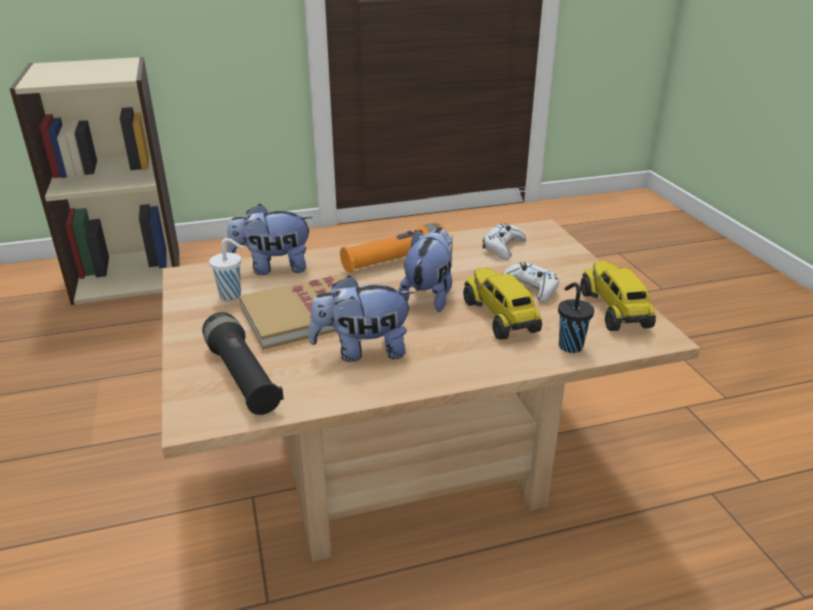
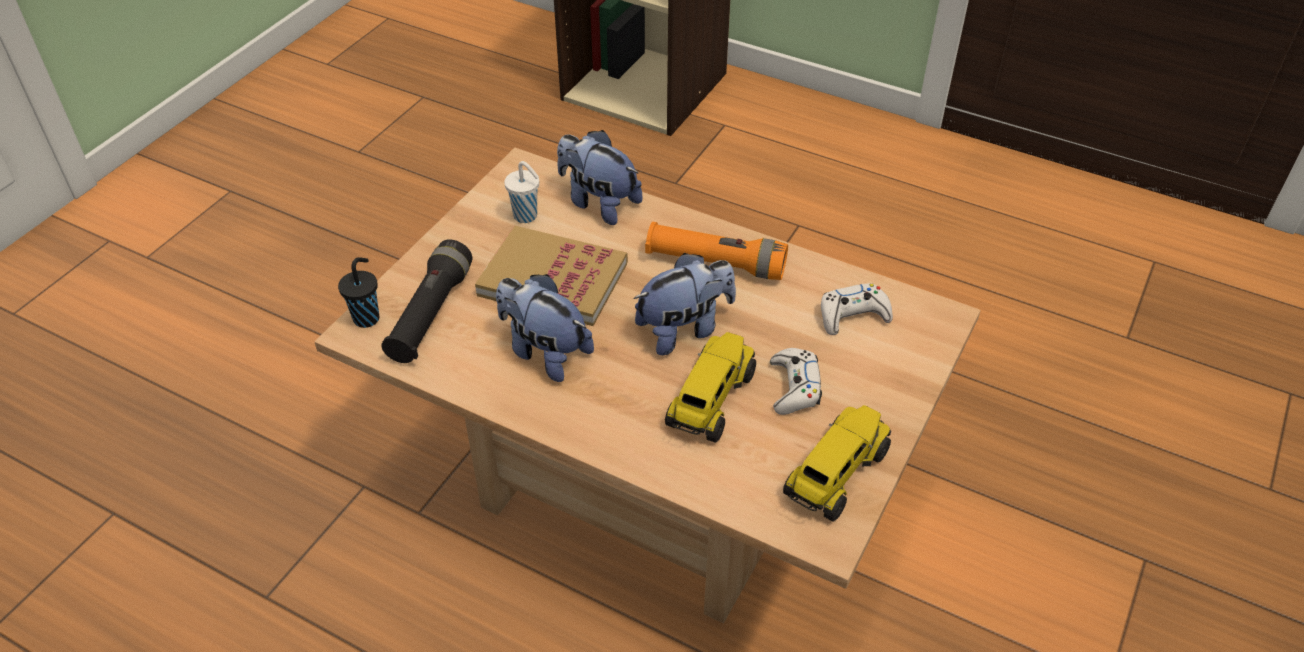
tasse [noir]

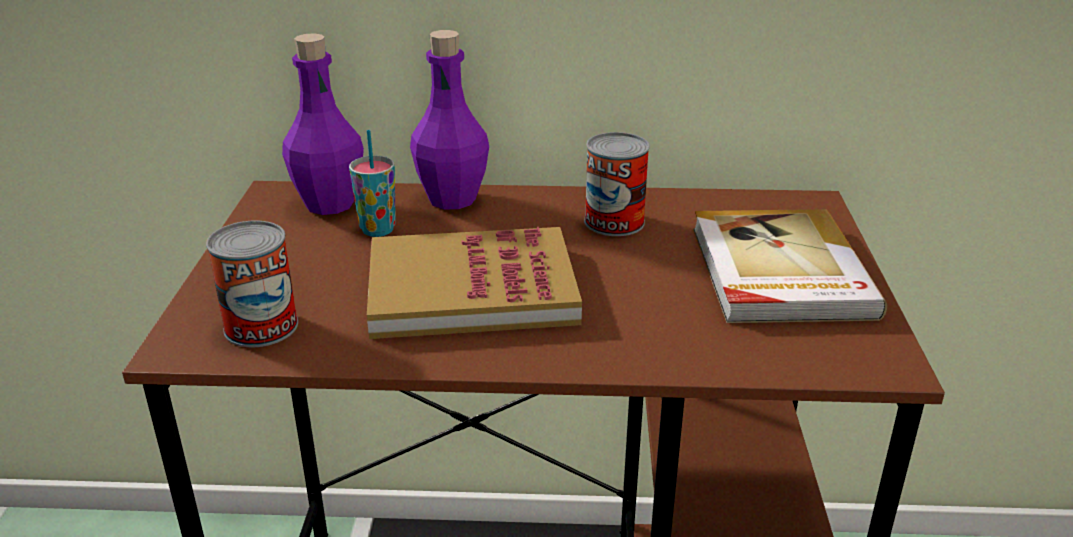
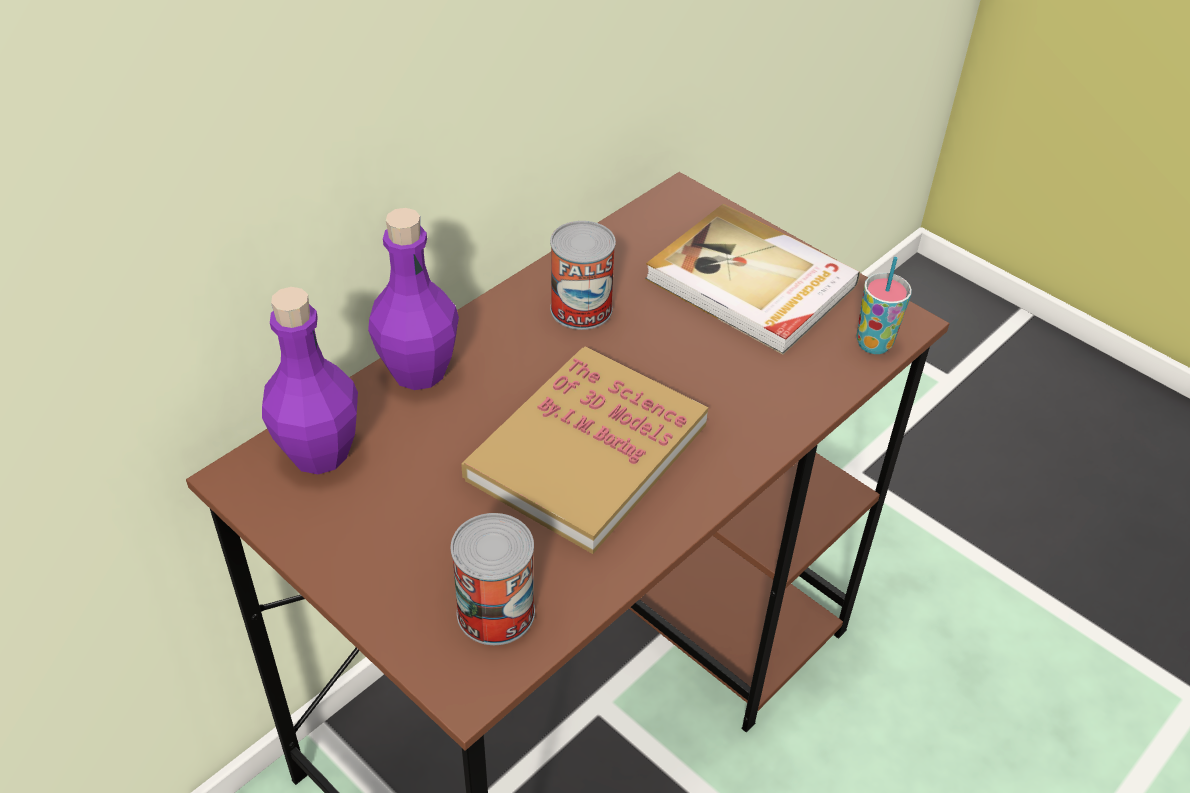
tasse

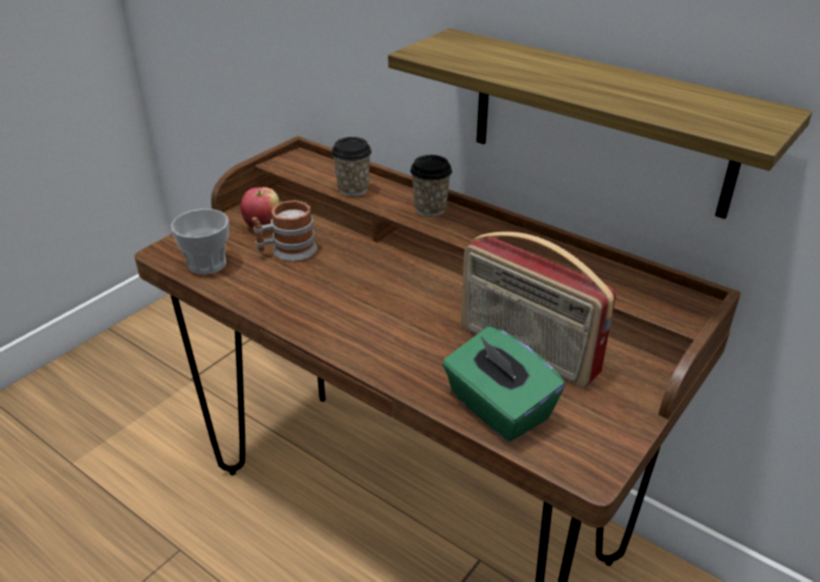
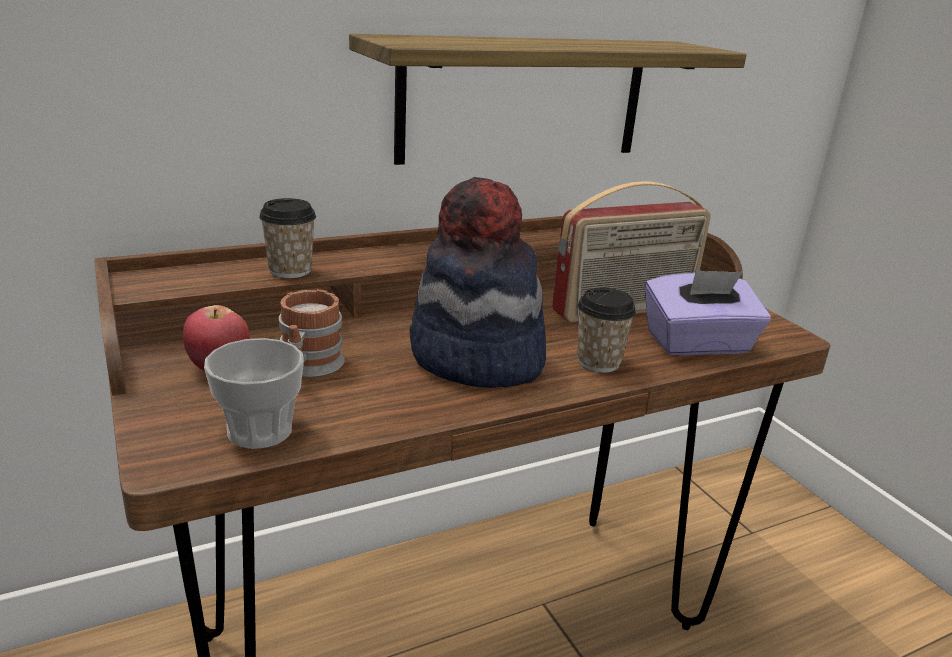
tasse (no. 3 from left); boîte à mouchoirs [violet]; chapeau

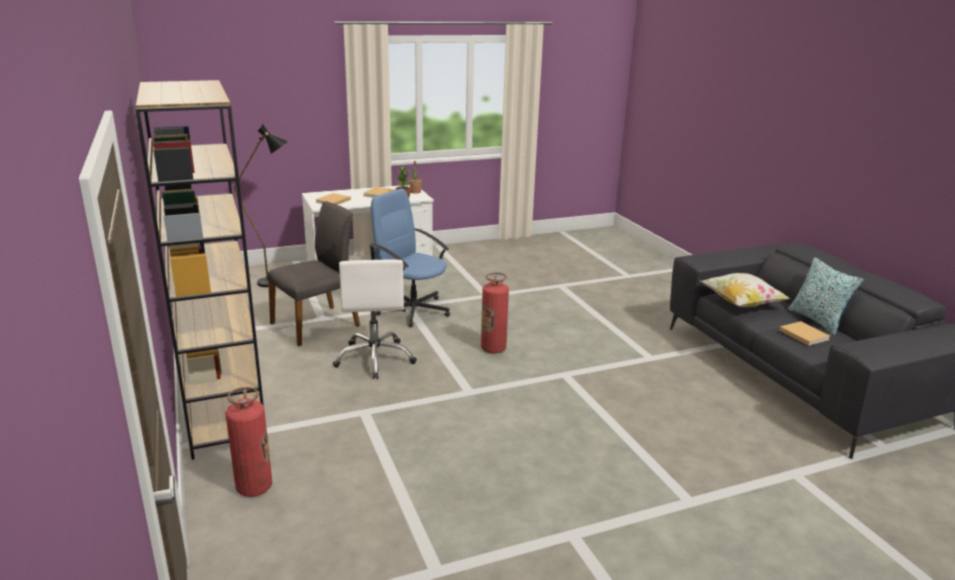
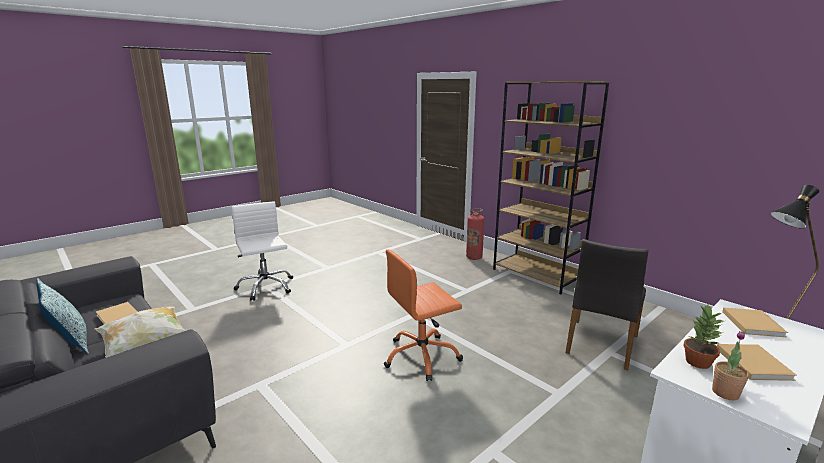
chaise de bureau [blanc]; chaise de bureau [bleu]; chaise de bureau [orange]

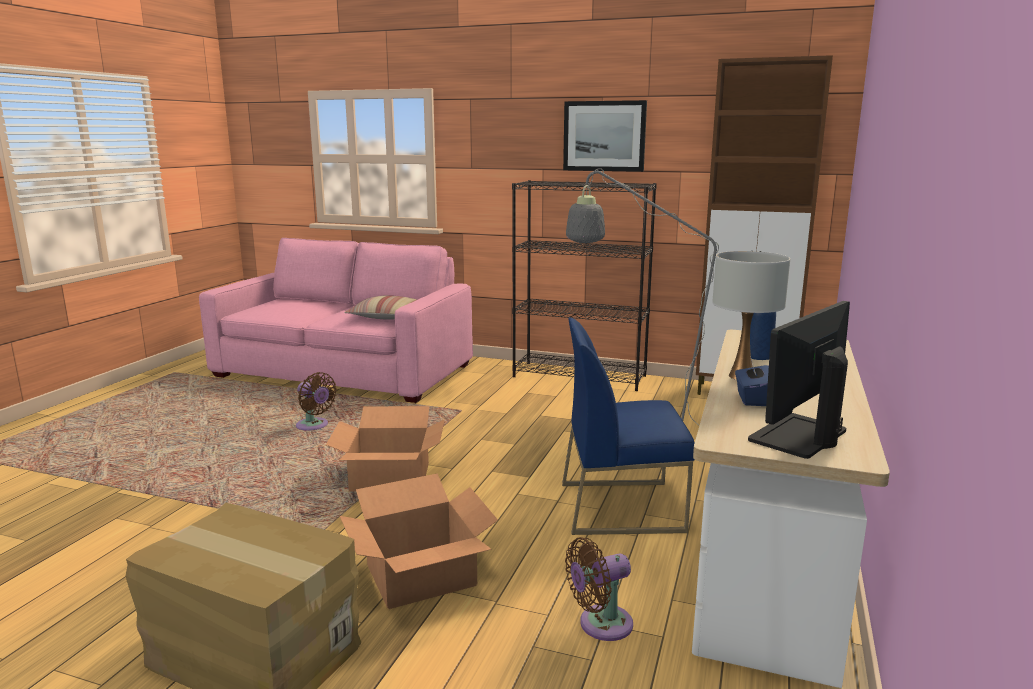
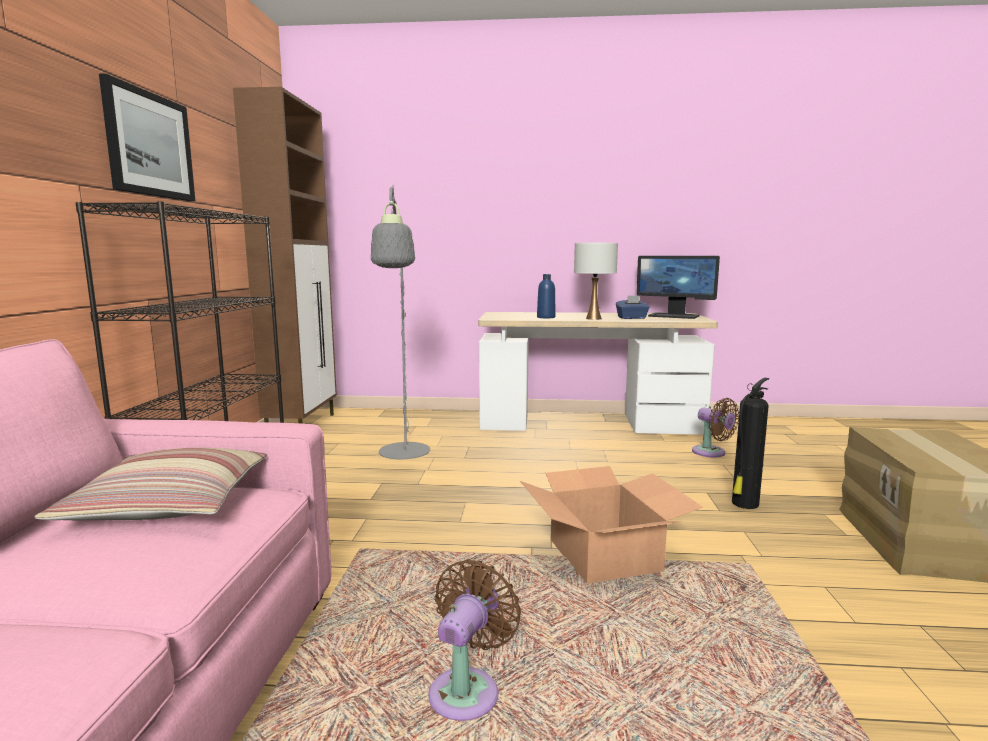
extincteur; chaise [bleu]

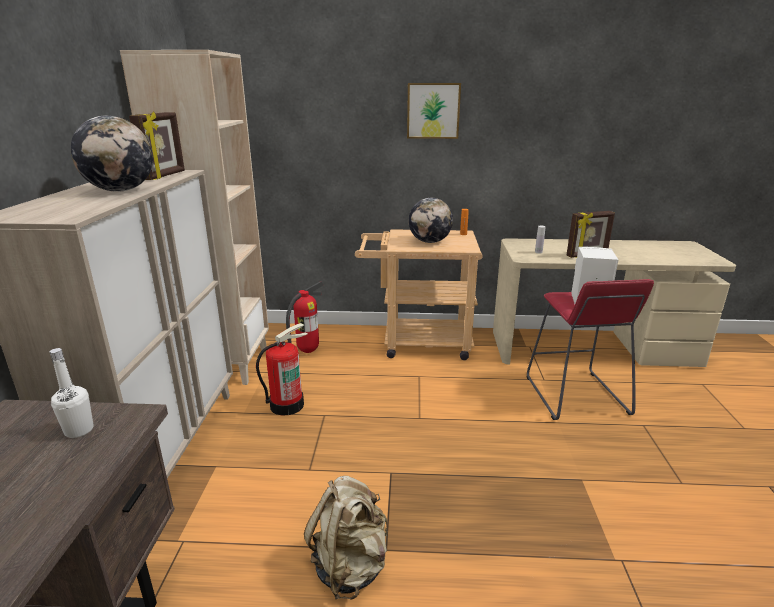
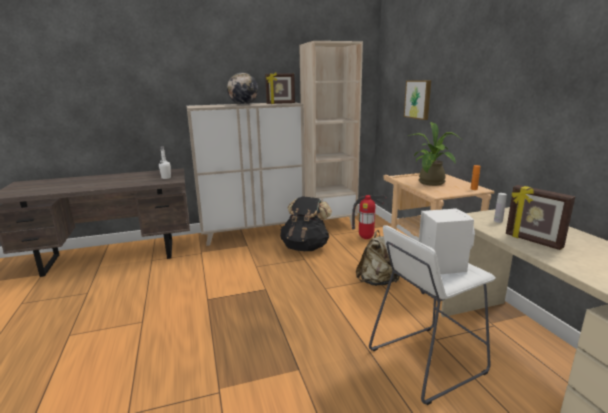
sac à dos [noir]; sac à dos [beige]; tableau; plante en pot; tabouret [blanc]

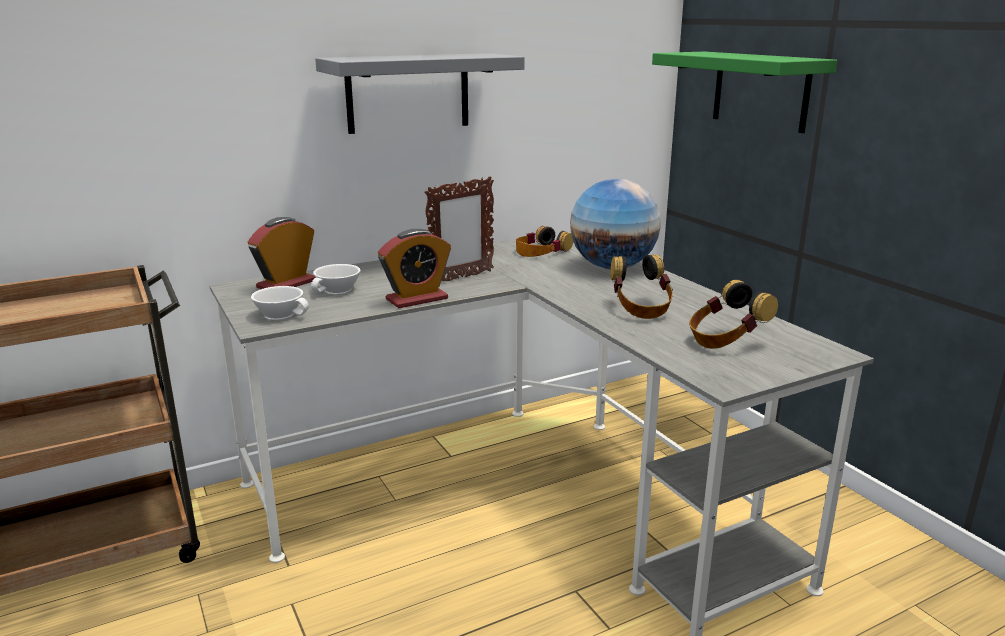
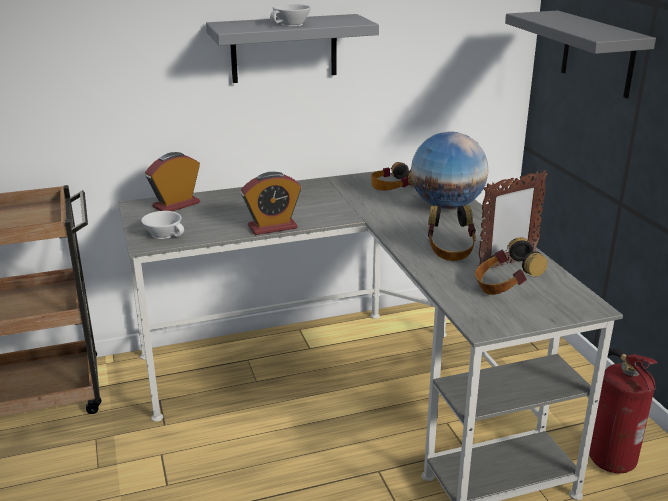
tasse [blanc] (no. 2 from left); cadre photo; étagère [gris] (no. 2 from left); extincteur

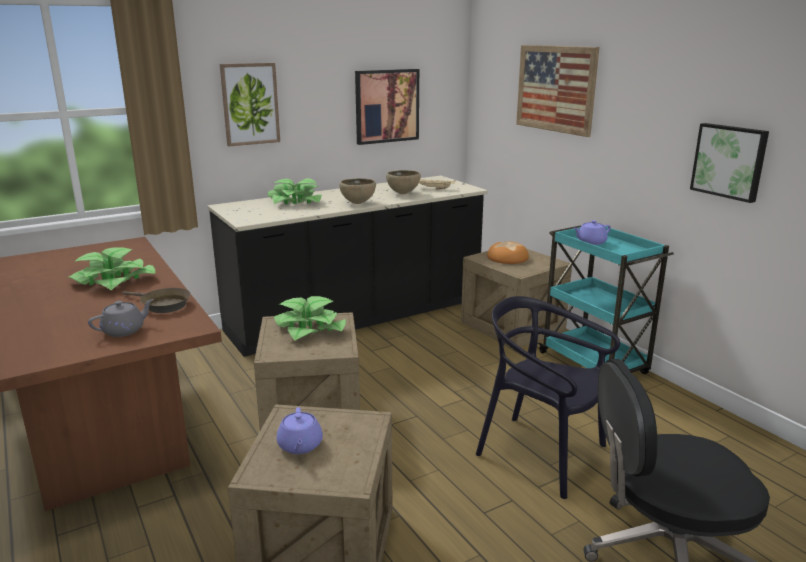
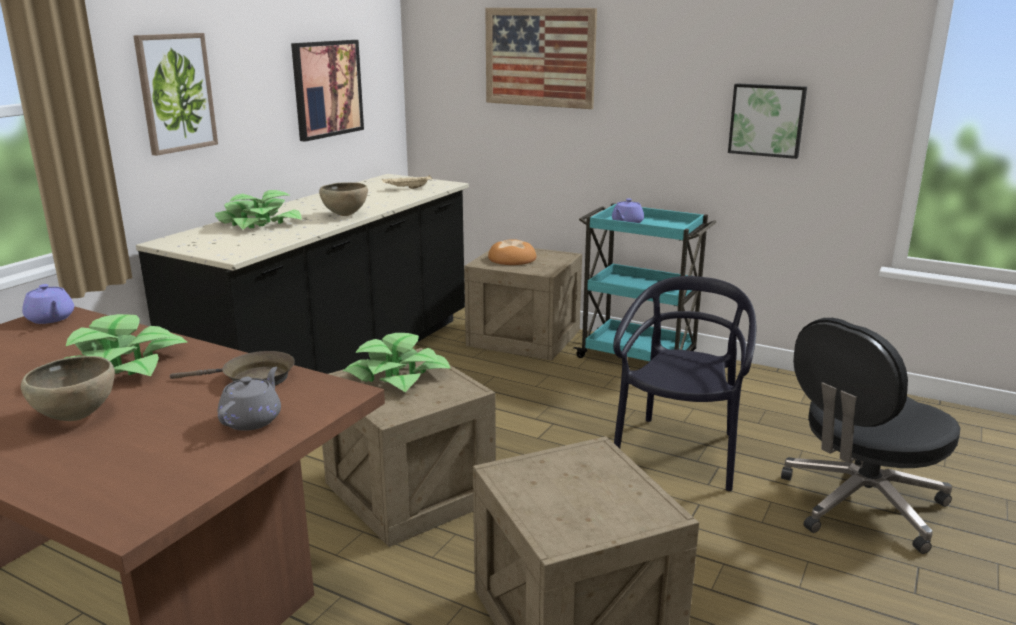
théière [violet] (no. 1 from left); bol [marron] (no. 1 from left); chaise [noir]

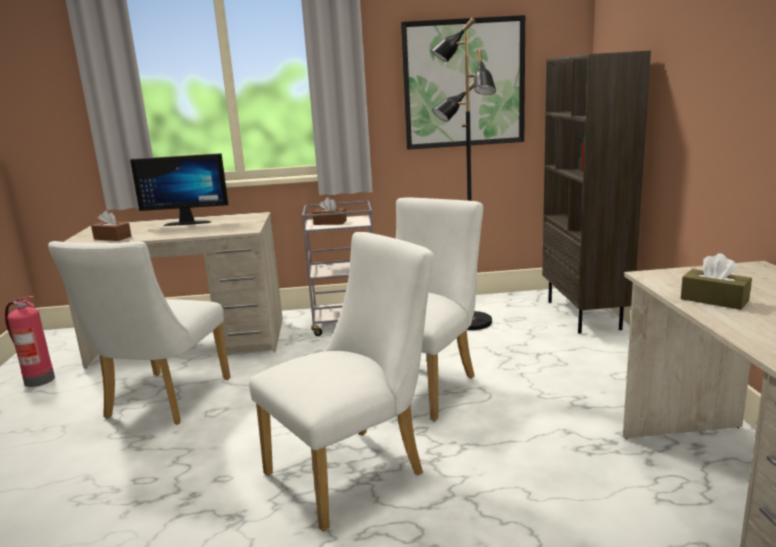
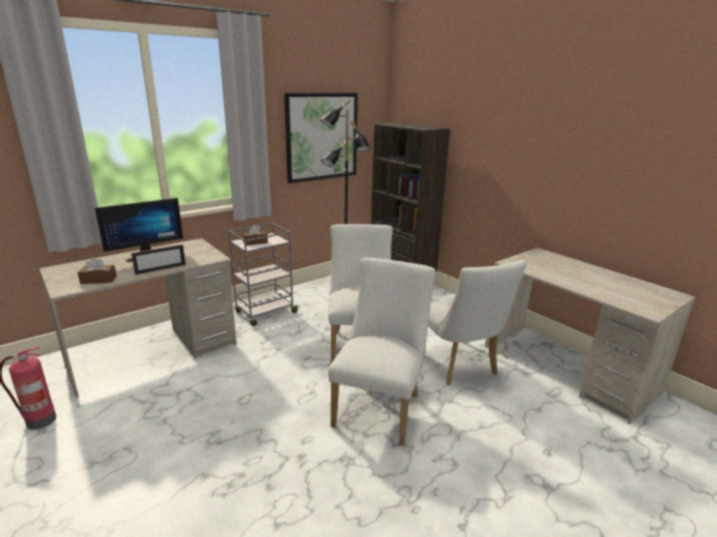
chaise [blanc] (no. 3 from left); boîte à mouchoirs [marron] (no. 3 from left in the first image); cadre photo

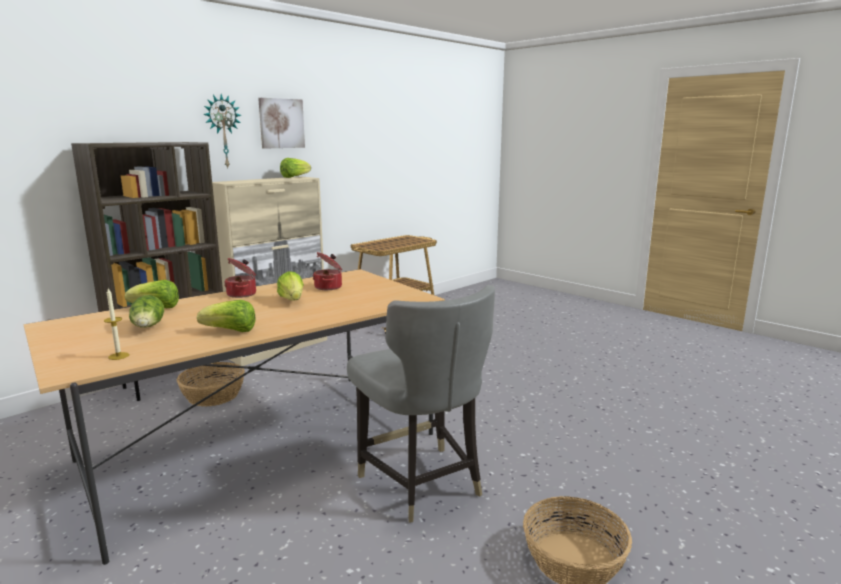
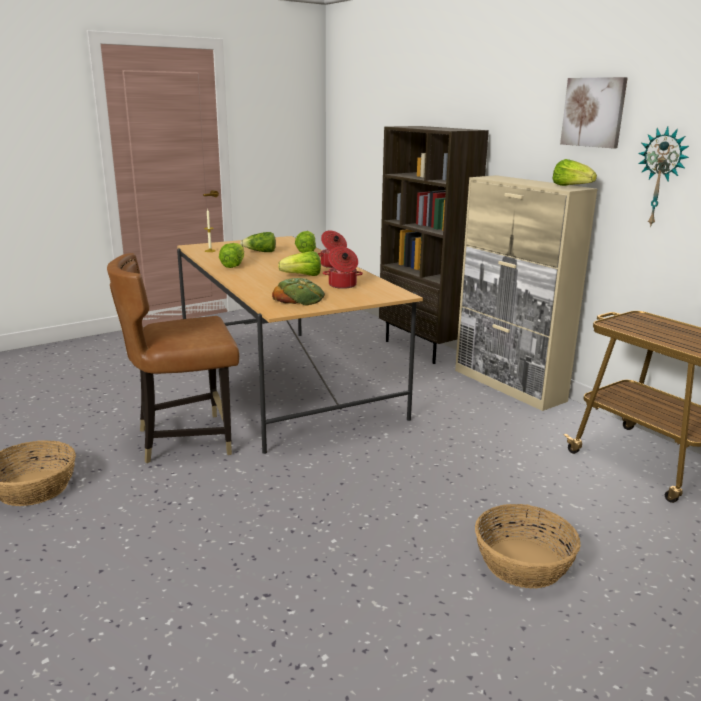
panier (no. 2 from left); horloge murale; chaise [marron]; pain

